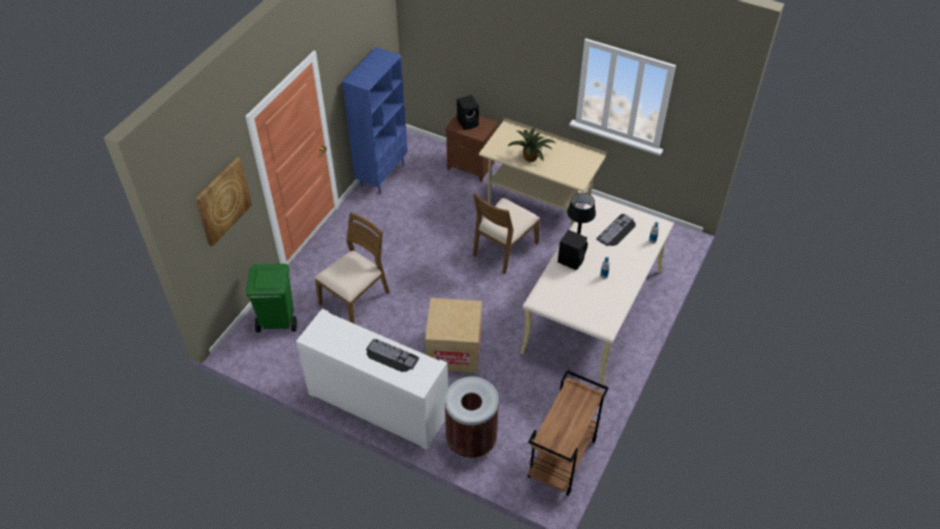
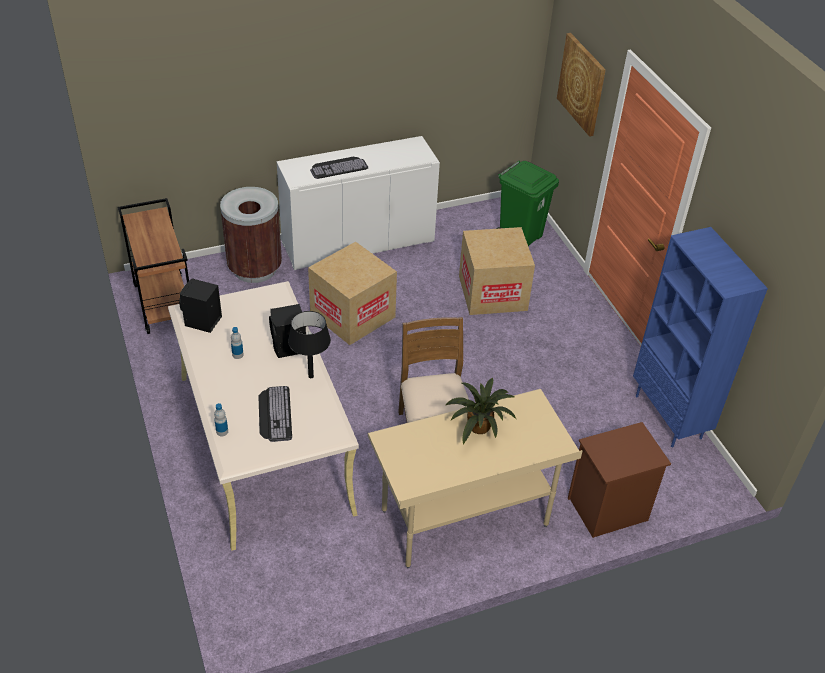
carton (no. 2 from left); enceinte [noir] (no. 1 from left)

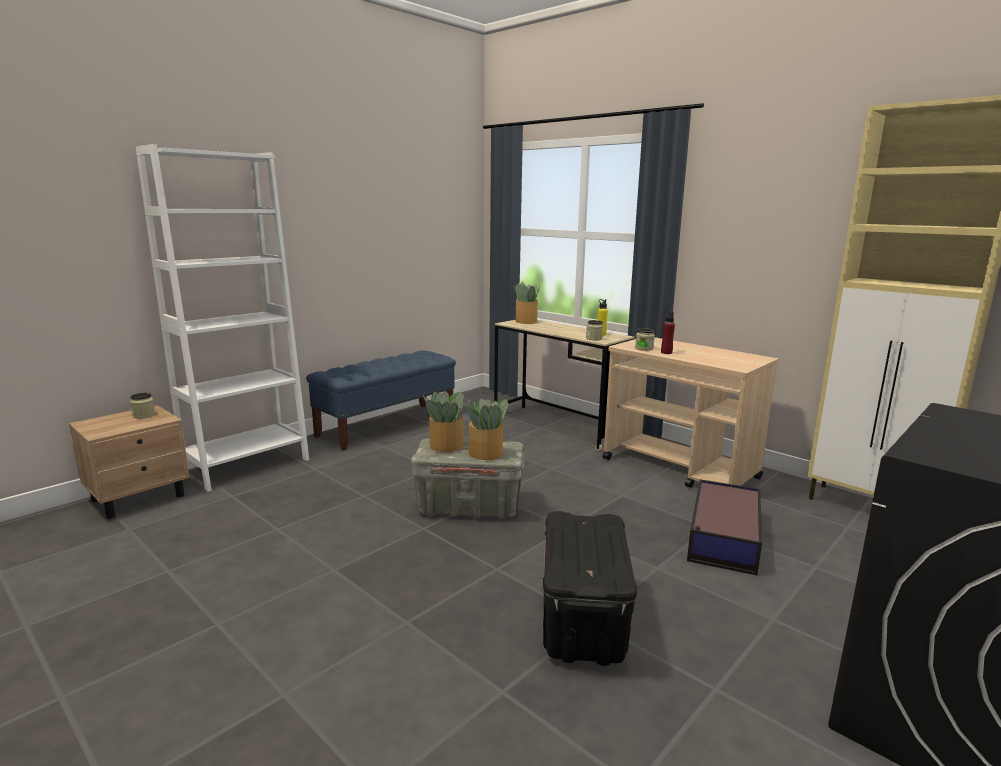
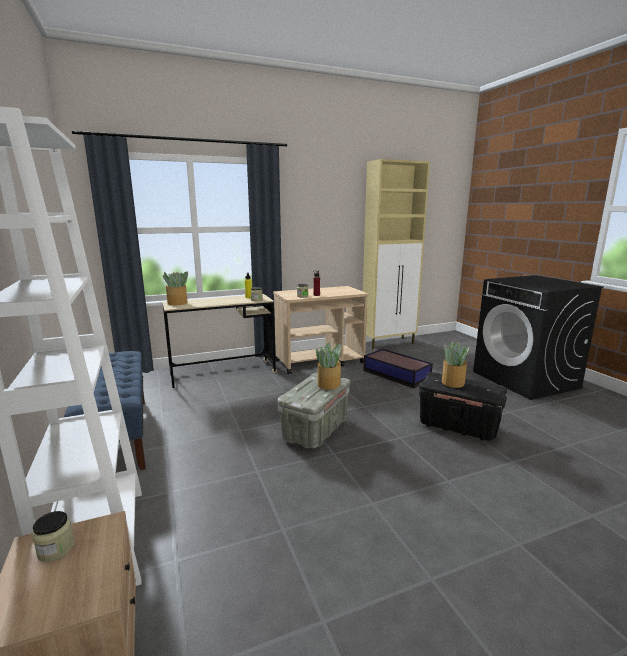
plante en pot (no. 3 from left)

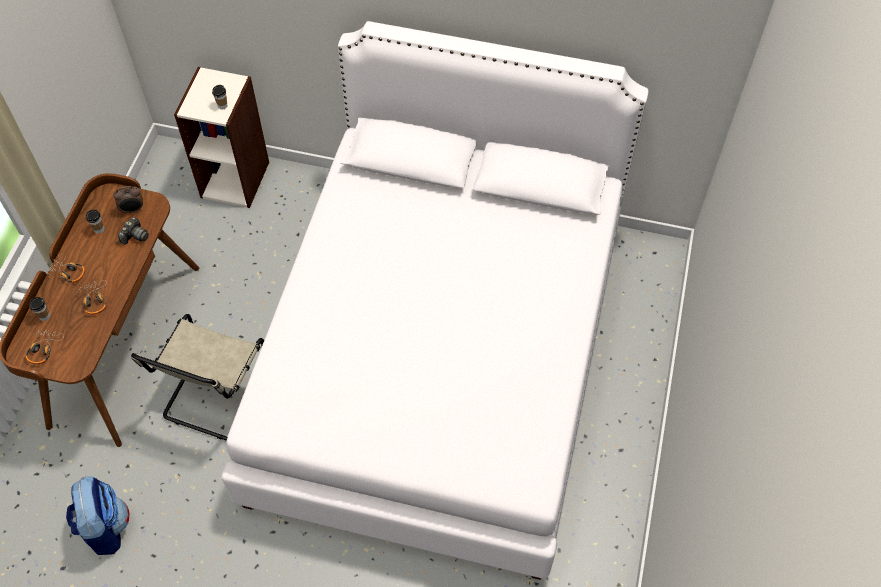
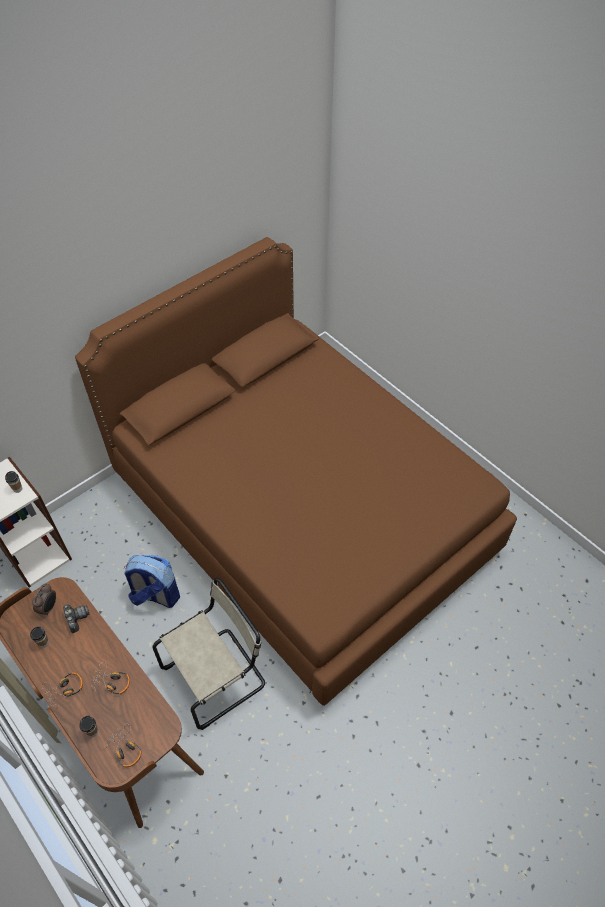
sac à dos; chaise [beige]; lit [marron]

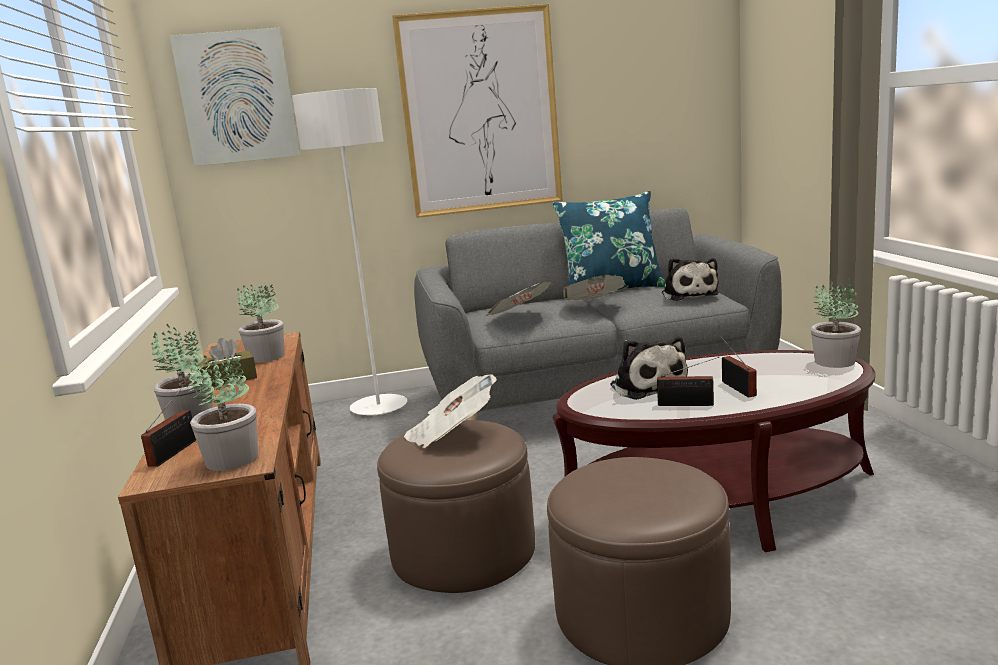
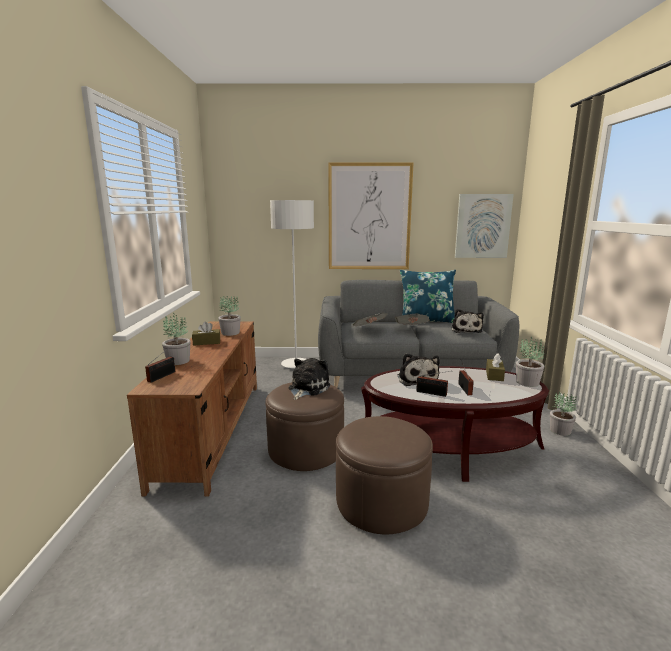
tableau (no. 2 from left); plante en pot (no. 4 from left); peluche (no. 1 from left); boîte à mouchoirs [marron] (no. 2 from left)

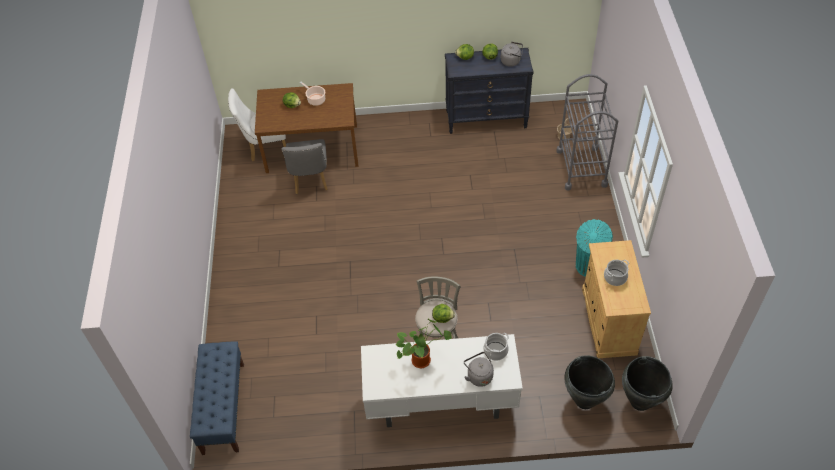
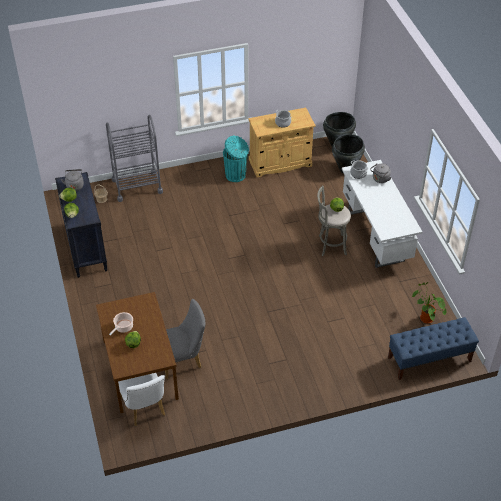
plante en pot

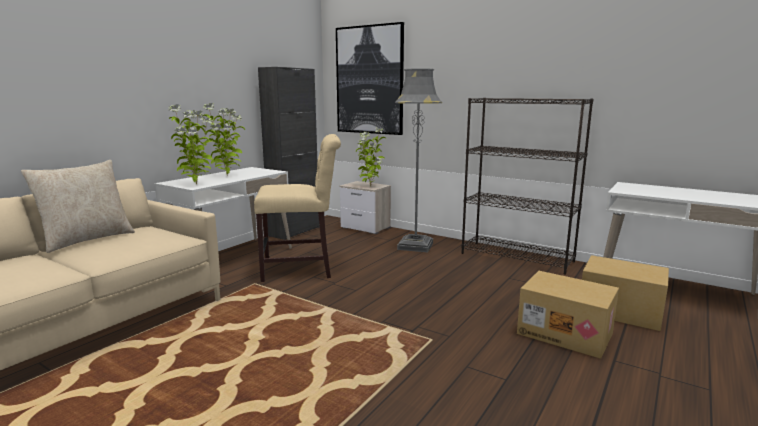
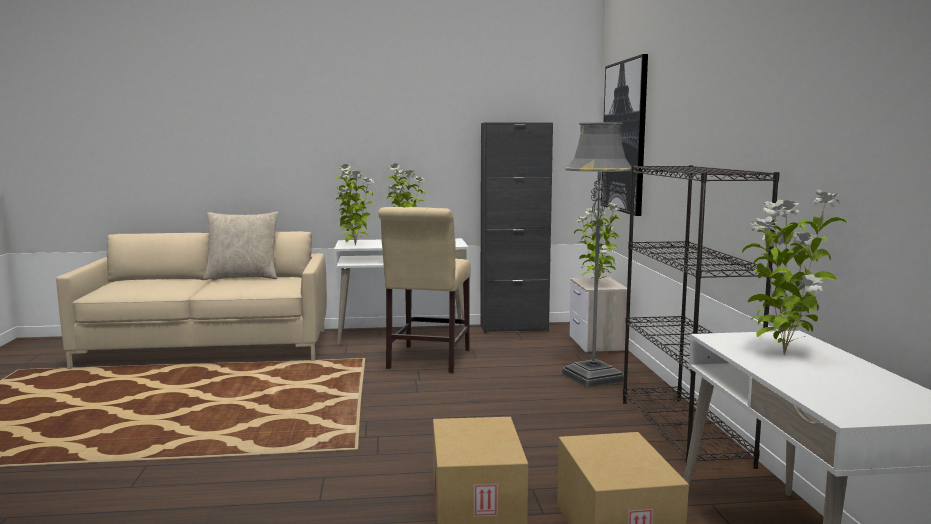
chaise [beige]; plante en pot (no. 4 from left)

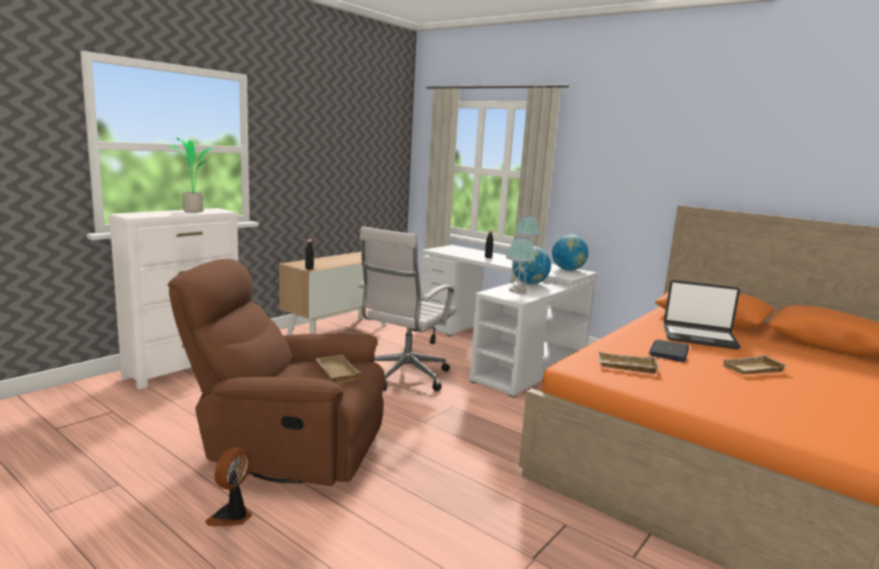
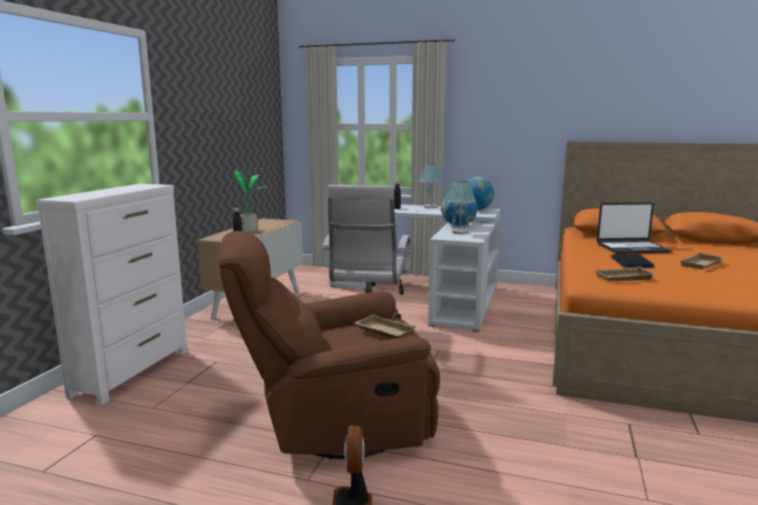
plante en pot

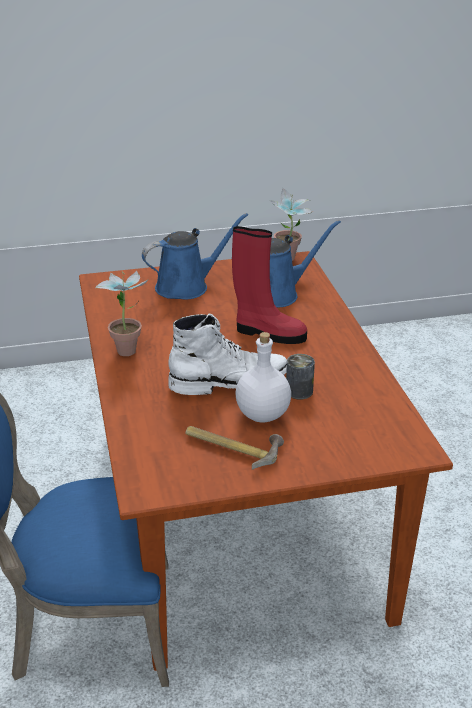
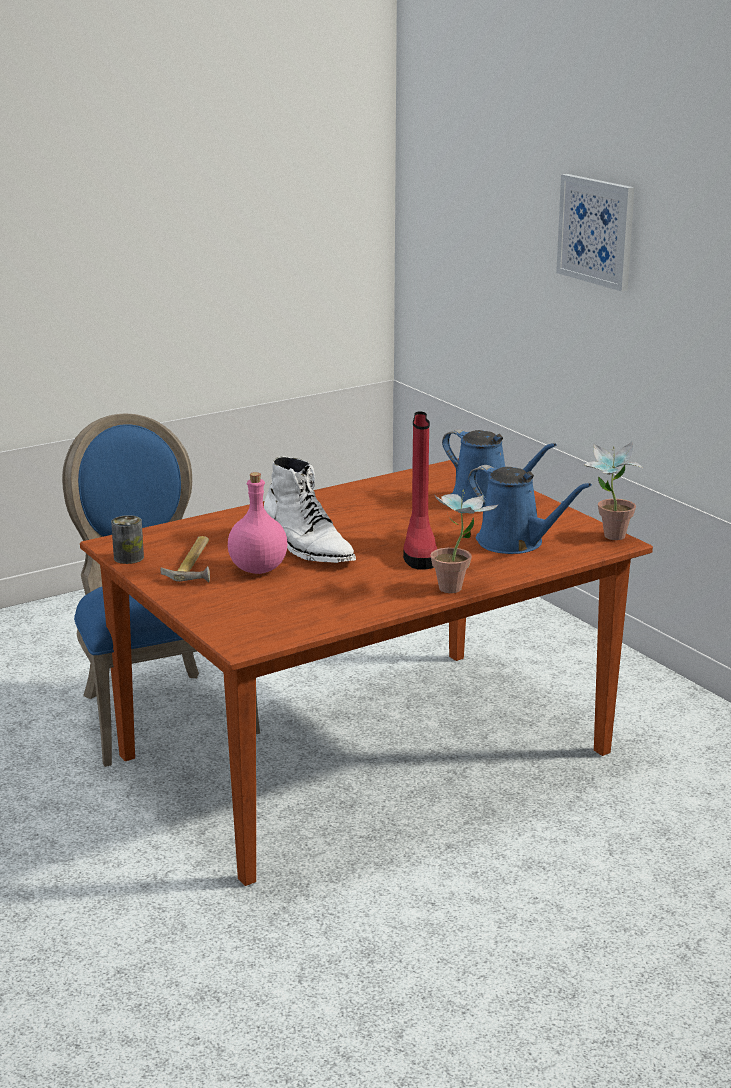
plante en pot (no. 1 from left); bouteille [rose]; boîte métallique; tableau

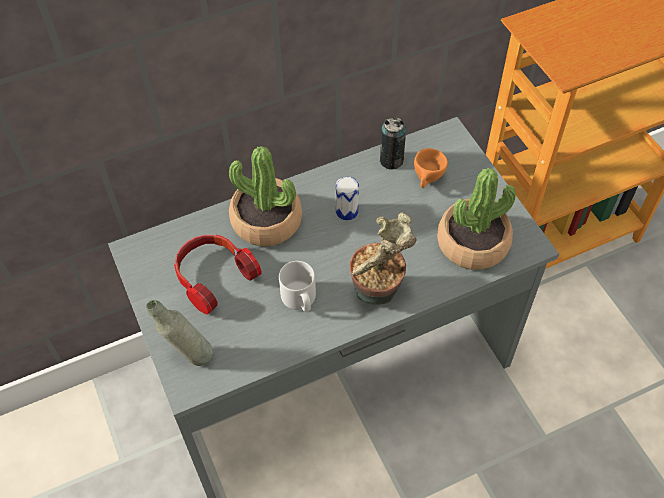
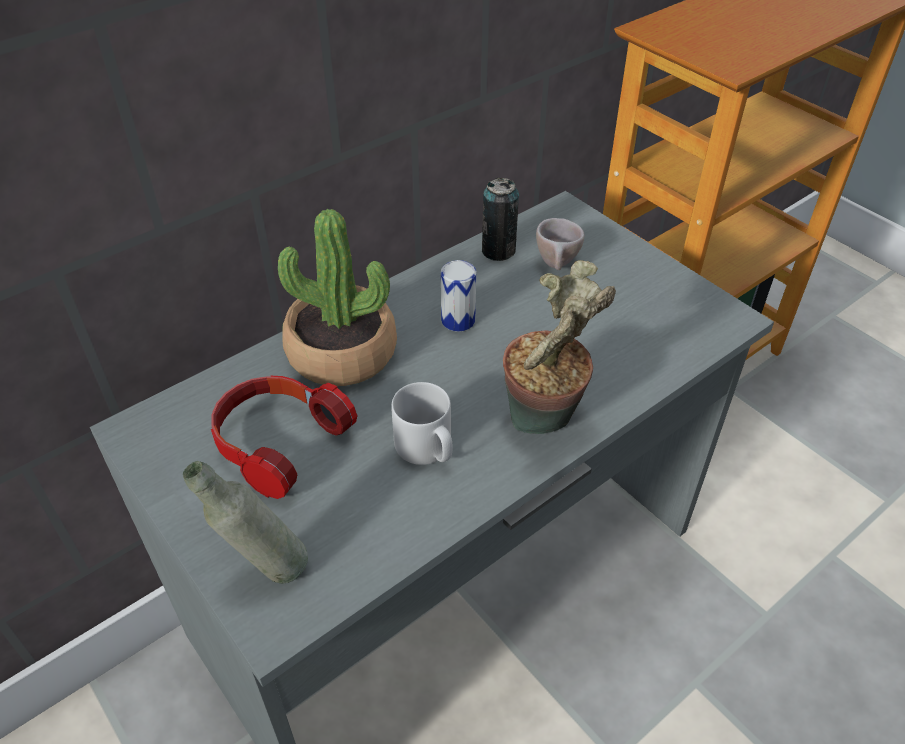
tasse [beige]; plante en pot (no. 3 from left in the first image)

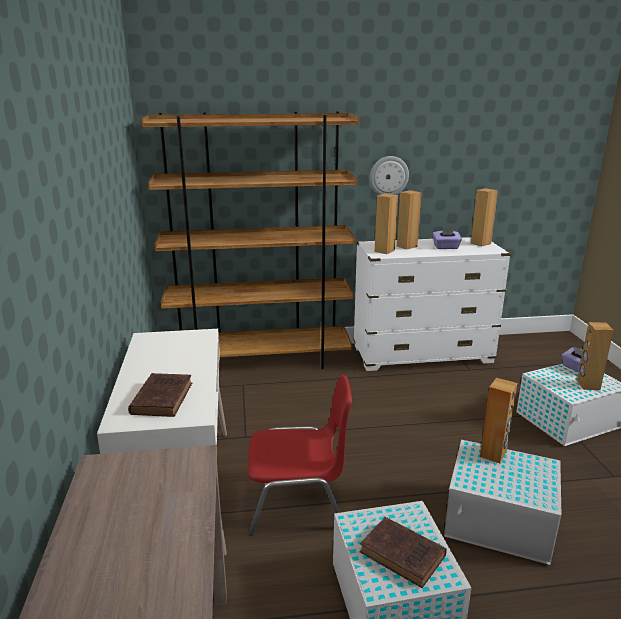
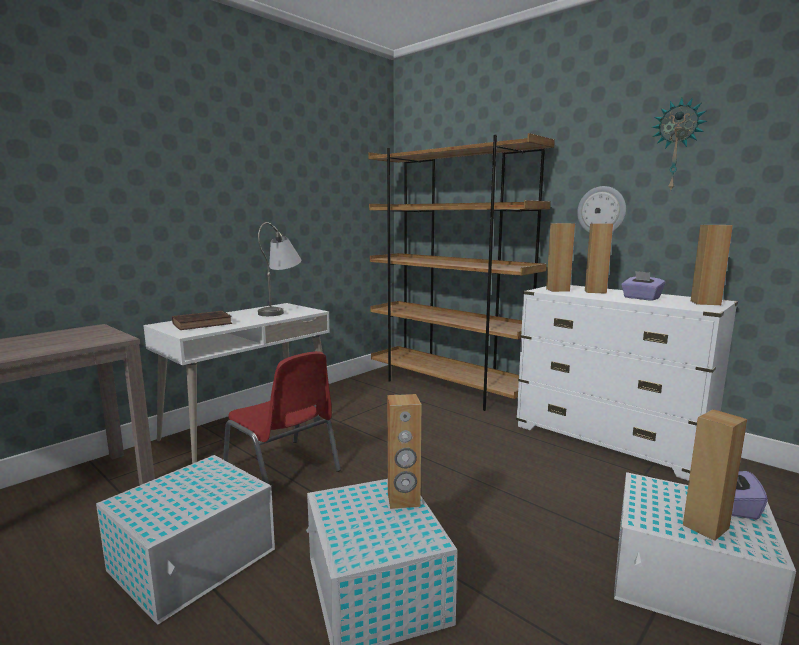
livre [marron] (no. 2 from left in the first image); lampe de table [gris]; horloge murale (no. 2 from left)

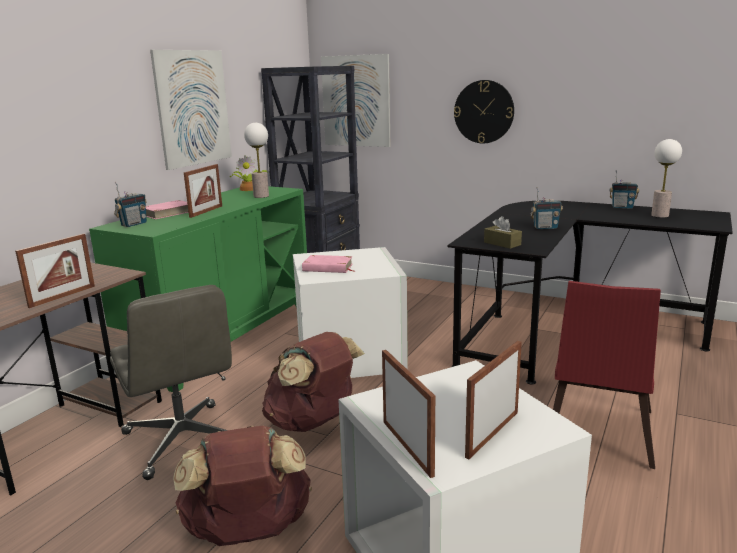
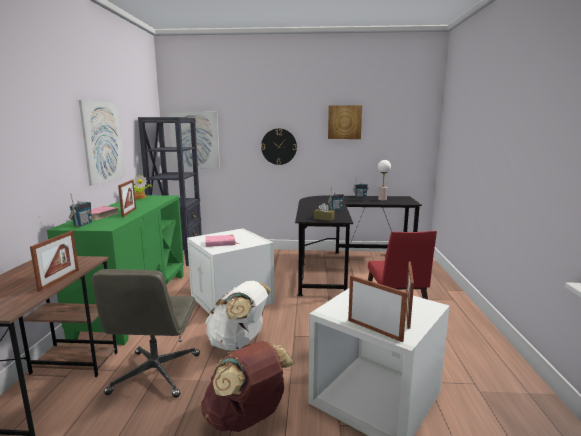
chaise de bureau [gris]; lampe de table (no. 1 from left in the first image); sac à dos [blanc]; tableau (no. 3 from left)

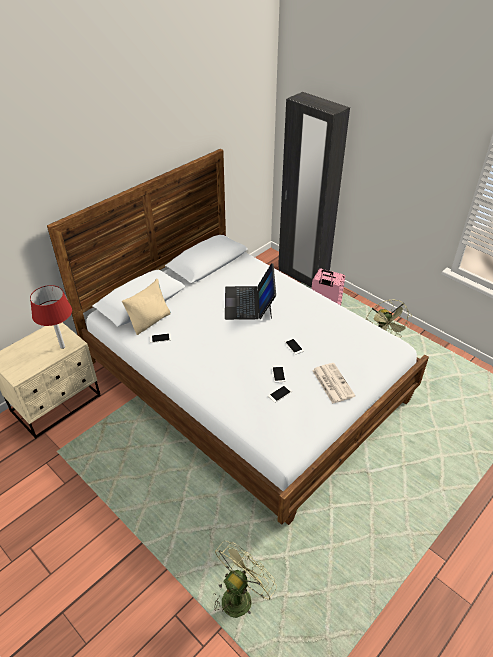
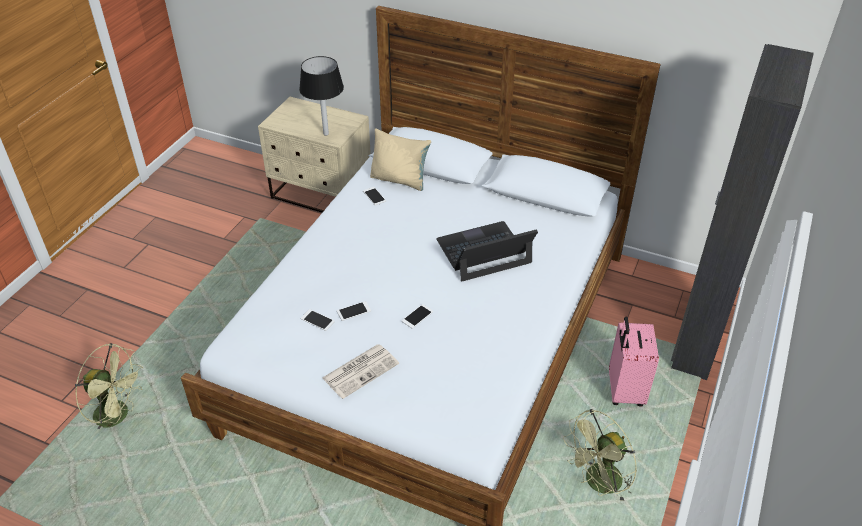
lampe de table [noir]

